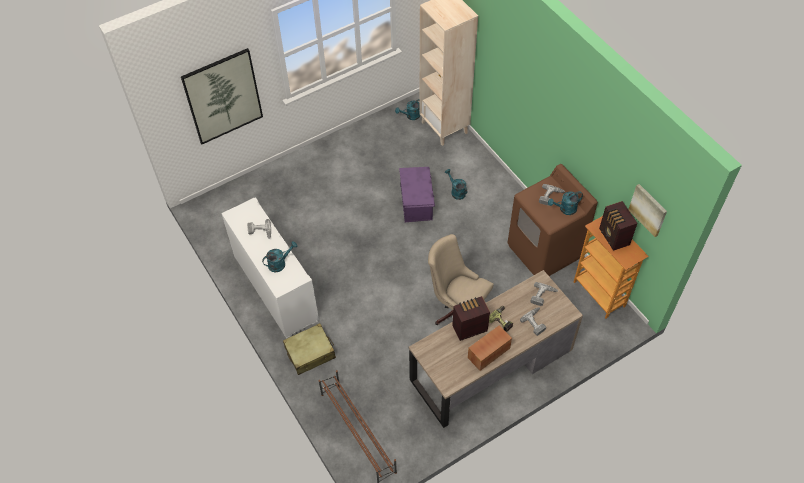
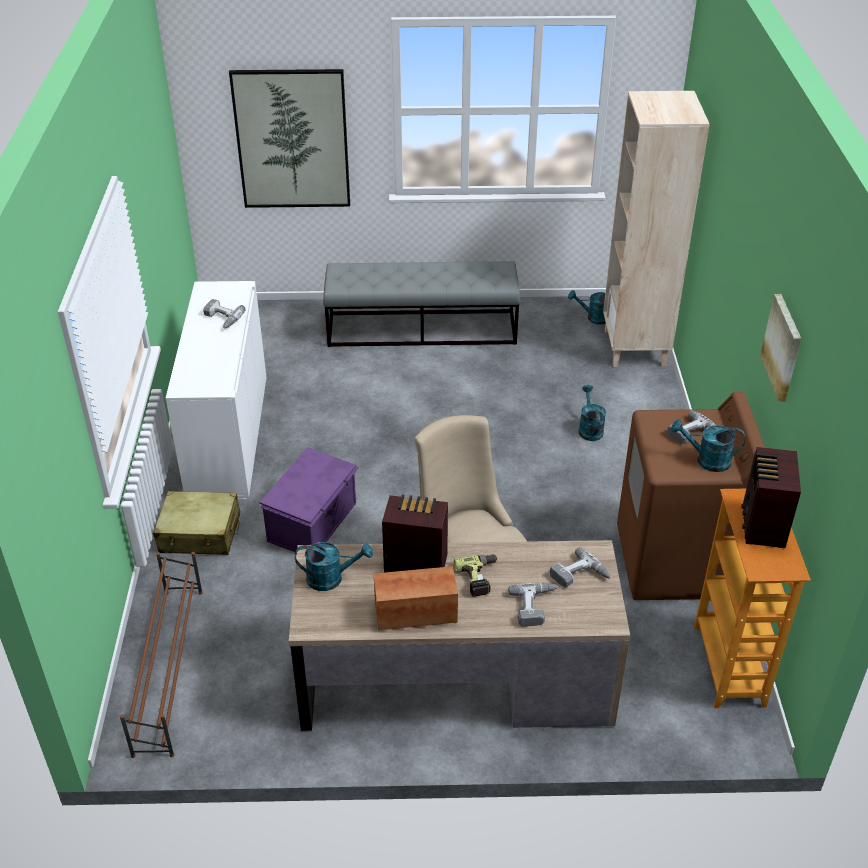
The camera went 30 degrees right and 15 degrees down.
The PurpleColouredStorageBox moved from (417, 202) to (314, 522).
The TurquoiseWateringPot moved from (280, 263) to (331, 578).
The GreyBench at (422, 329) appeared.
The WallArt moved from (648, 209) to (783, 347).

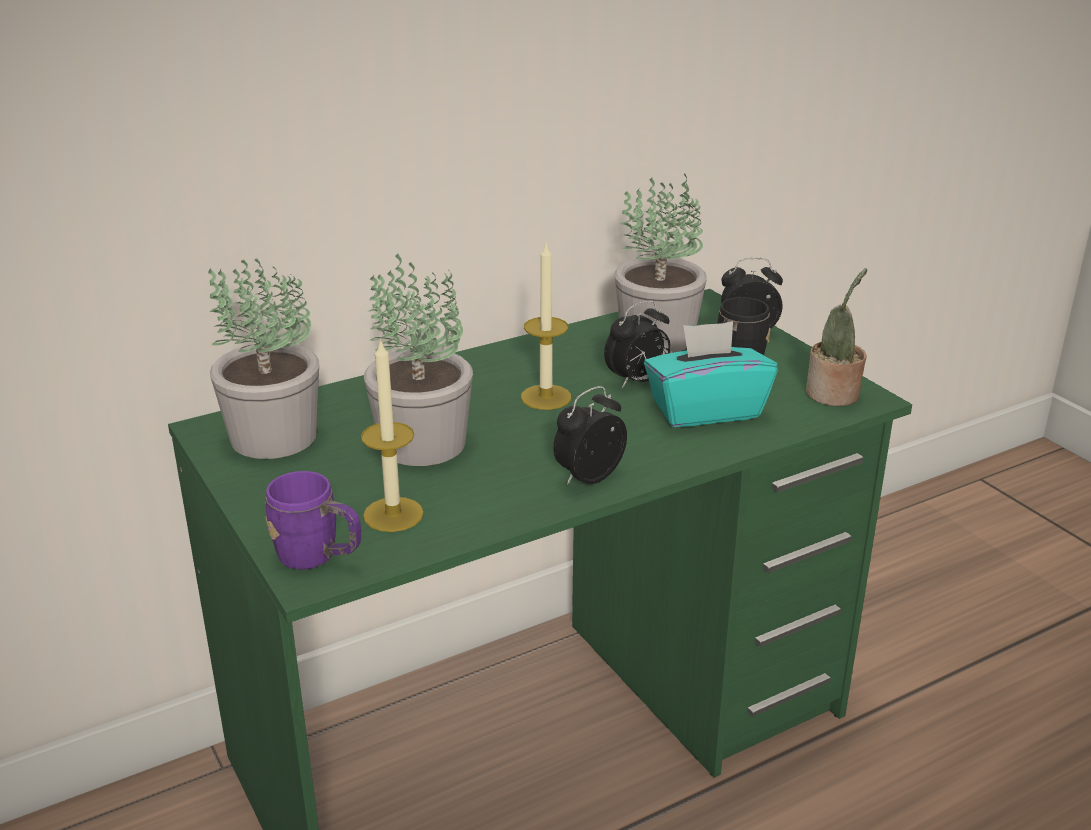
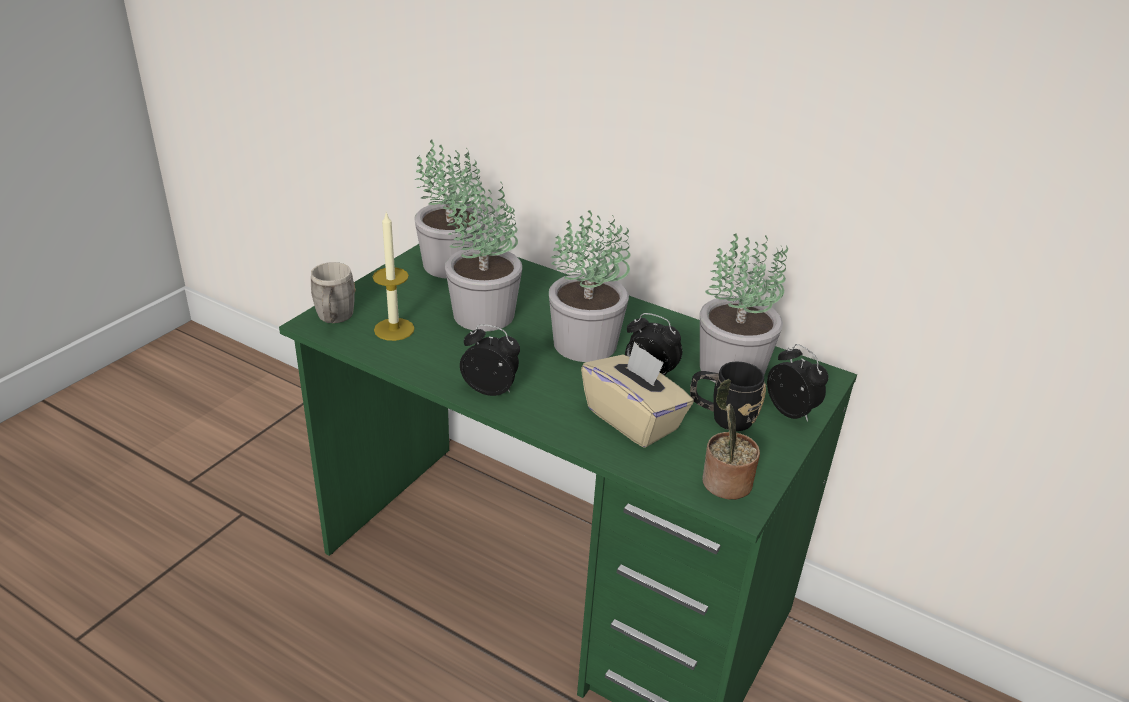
The camera went 60 degrees right and 5 degrees up.
The PurpleColouredCoffeeMug at (318, 557) became the GreyCoffeeMug at (334, 319).
The WaxCandle at (546, 397) was replaced by the Houseplant at (586, 343).
The TurquoiseBoxOfTissues at (705, 410) became the BeigeColouredBoxOfTissues at (633, 419).

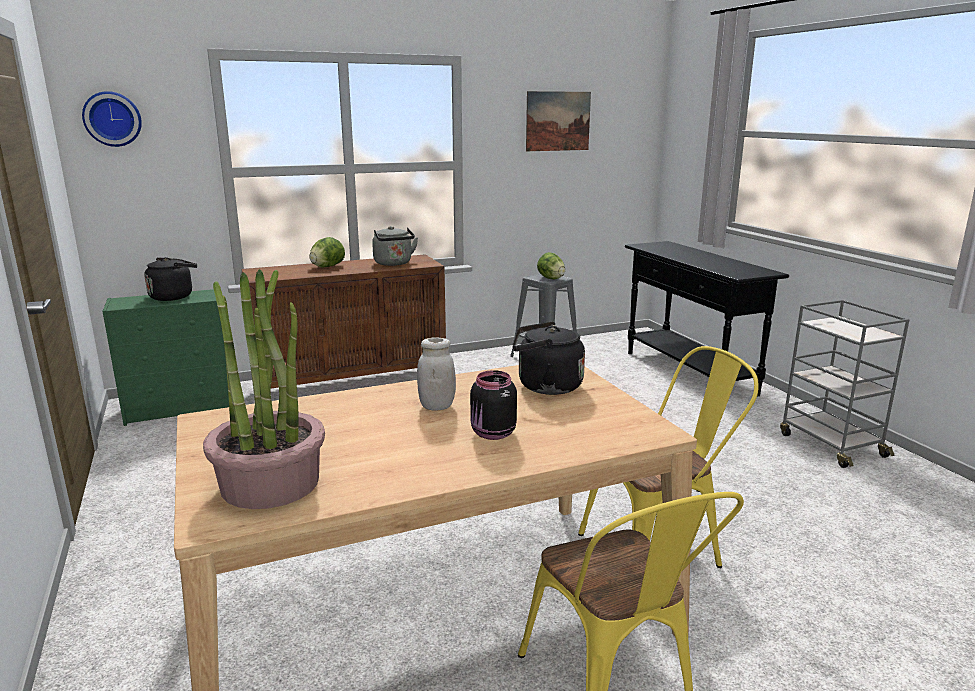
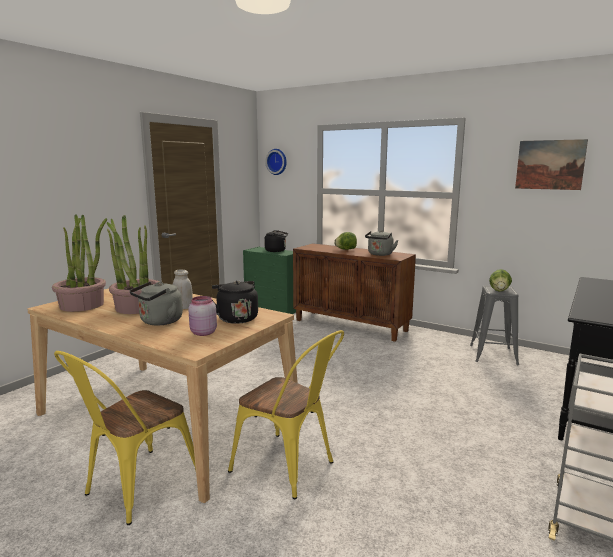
The camera went 55 degrees right and 5 degrees down.
The Houseplant at (136, 307) appeared.
The BlackJar at (492, 434) was replaced by the GreyTeaKettle at (159, 322).
The PinkColouredJar at (202, 333) appeared.

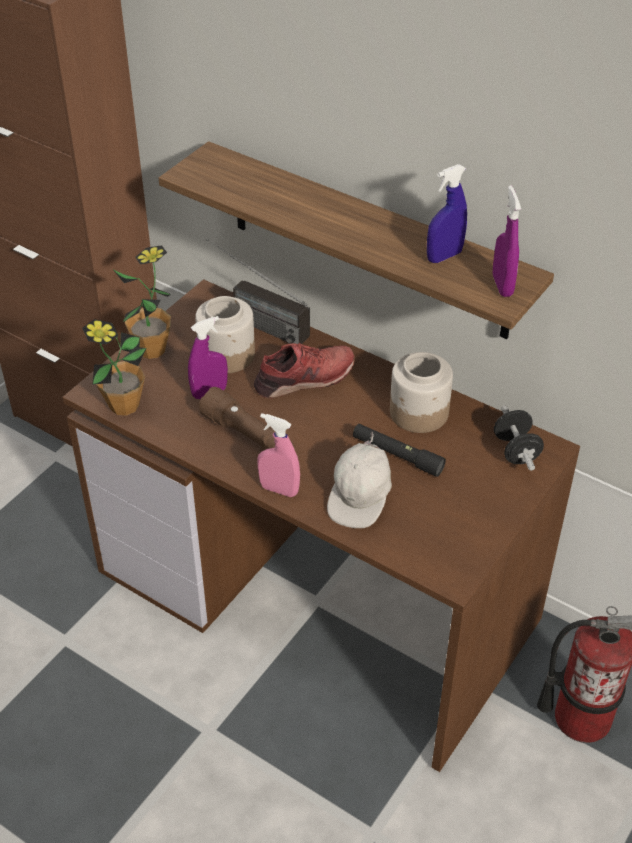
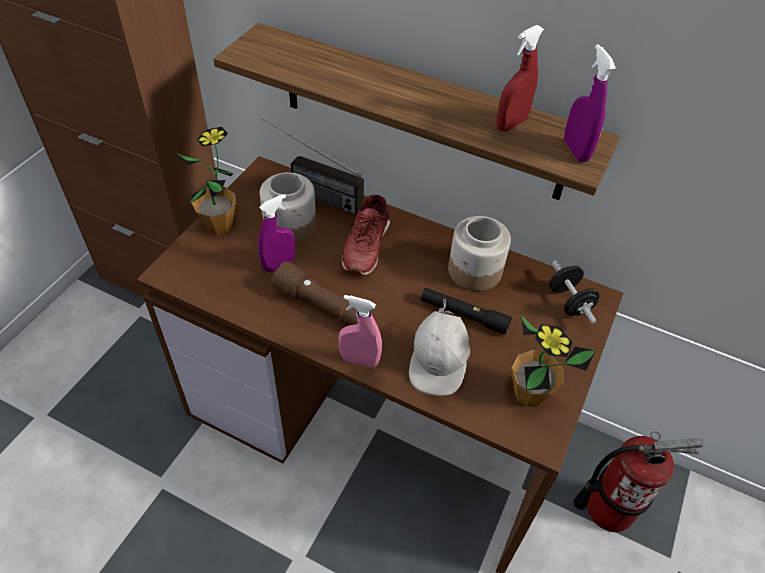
The camera went 10 degrees left and 5 degrees up.
The RedColouredShoe at (305, 379) turned 135 degrees clockwise.
The BluishHandSprayer at (444, 256) became the RedColouredHandSprayer at (511, 124).
The Houseplant moved from (124, 406) to (529, 394).

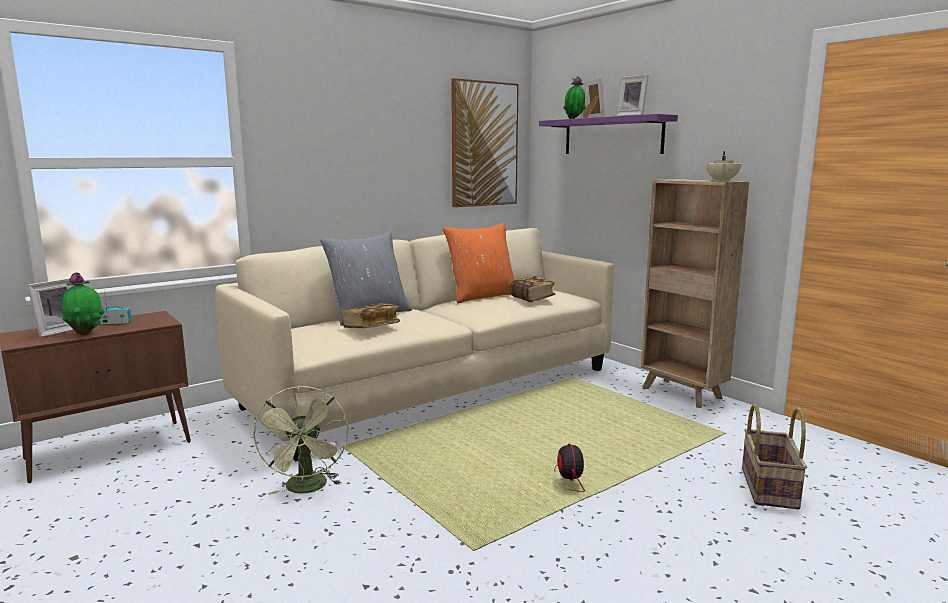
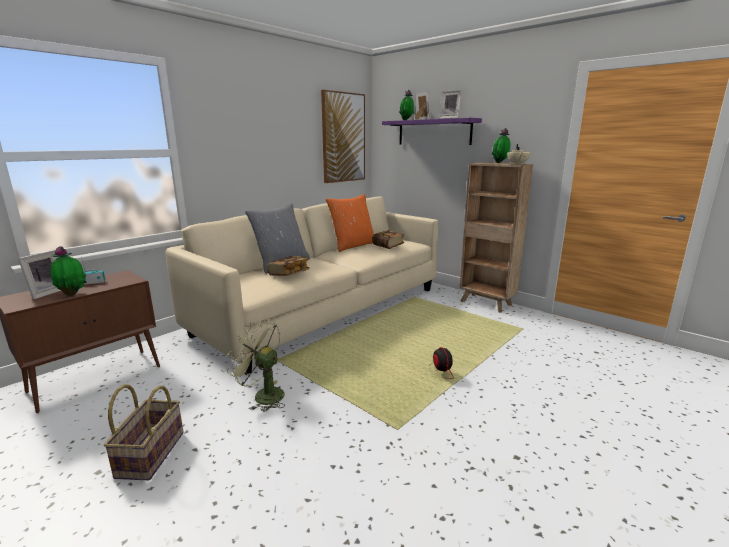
The camera went 10 degrees left and 5 degrees up.
The StorageBasket moved from (767, 487) to (150, 454).
The GreenColouredCoolingFan at (307, 489) turned 135 degrees clockwise.
The Houseplant at (499, 163) appeared.

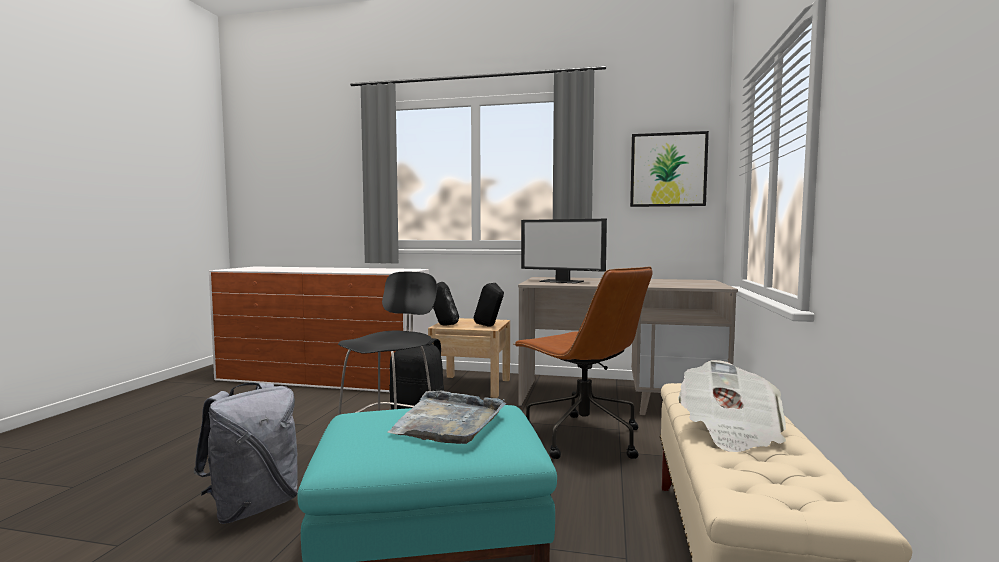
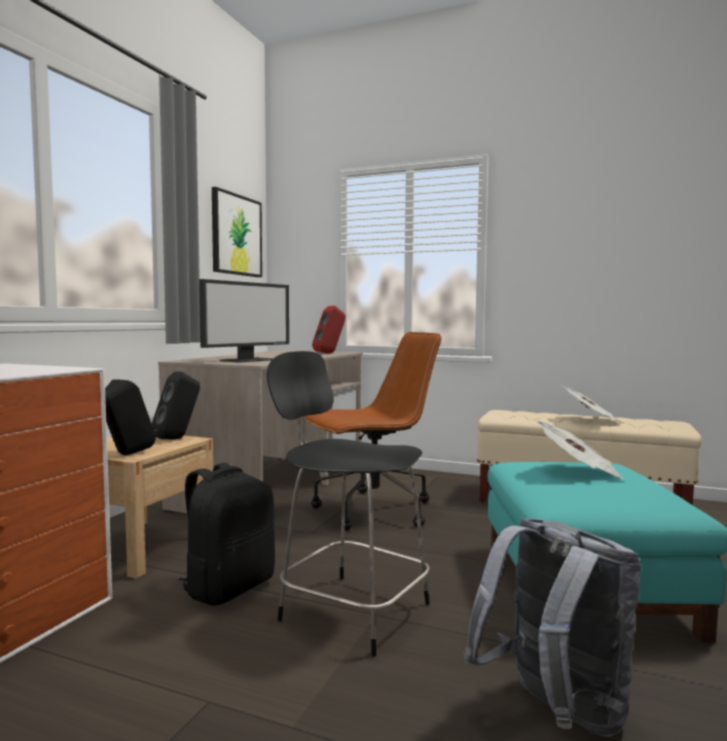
The camera went 80 degrees left and 0 degrees up.
The RedColouredSpeaker at (330, 353) appeared.
The GreyCarryingTray at (449, 421) was replaced by the Newspaper at (579, 471).

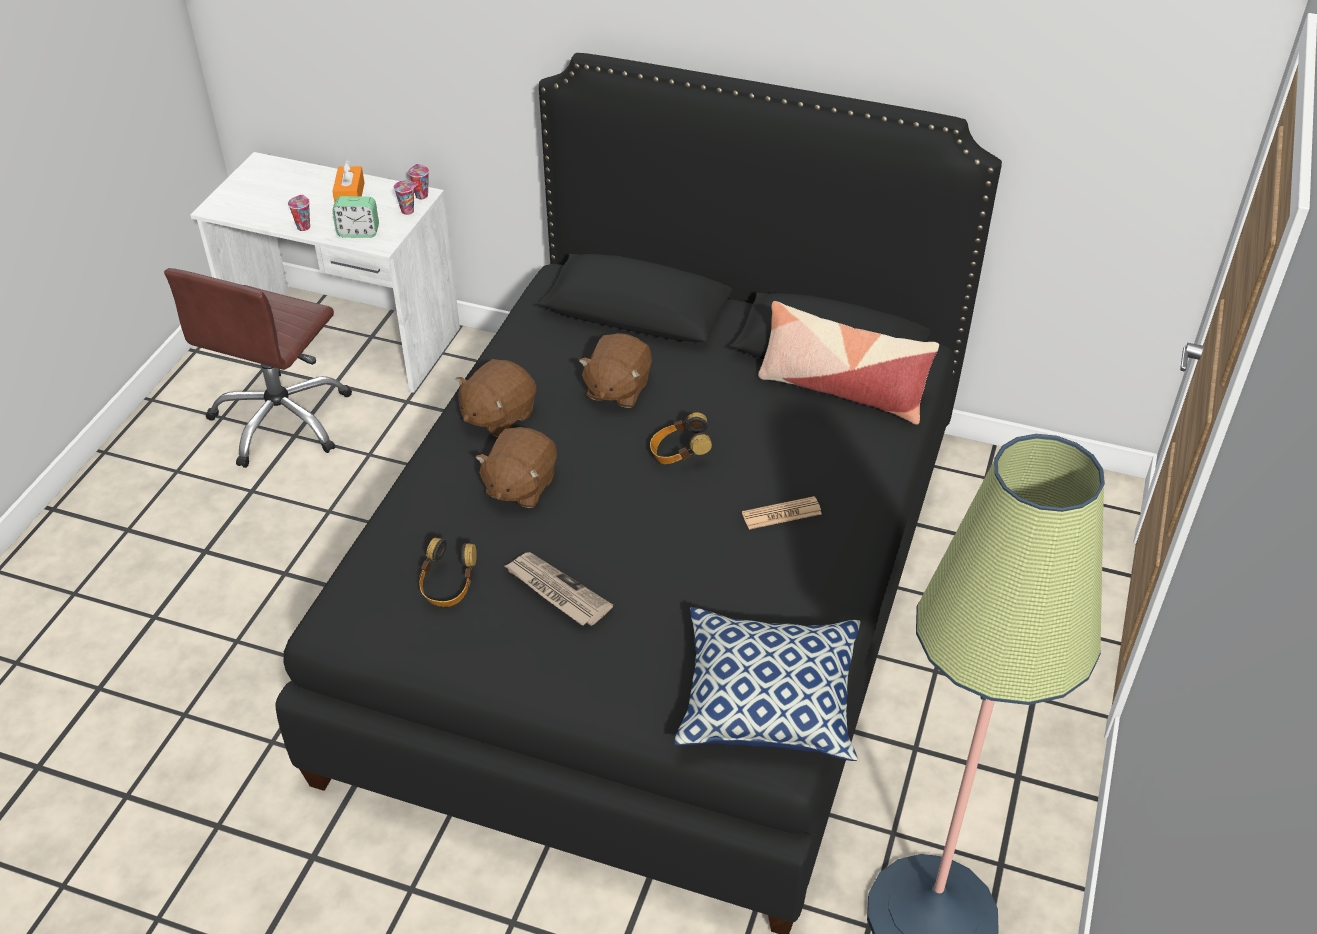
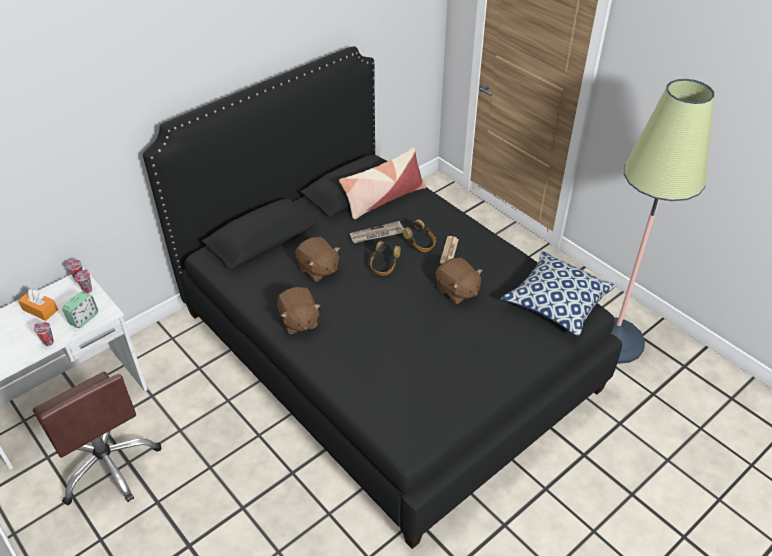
The camera went 60 degrees left and 0 degrees up.
The Newspaper moved from (556, 591) to (376, 234).
The Headphones moved from (448, 587) to (420, 244).
The BrownColouredPlushToy moved from (519, 486) to (457, 291).

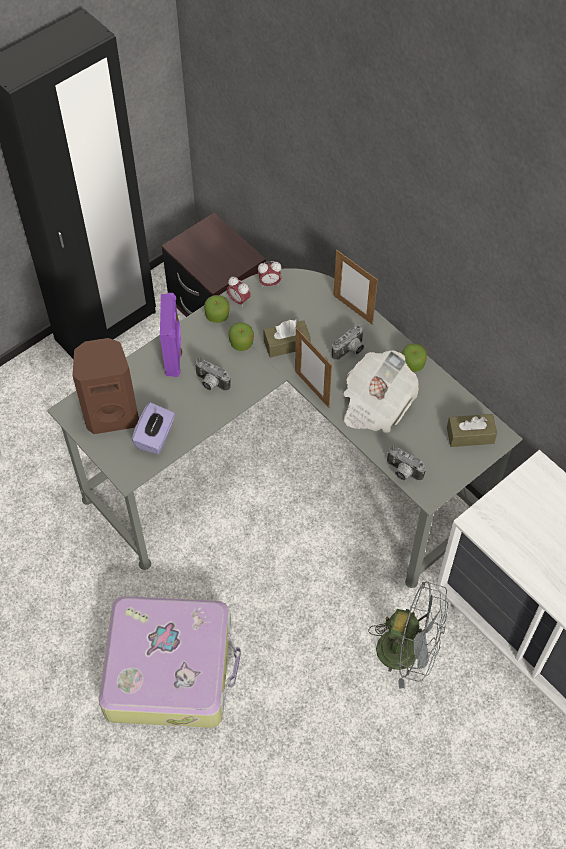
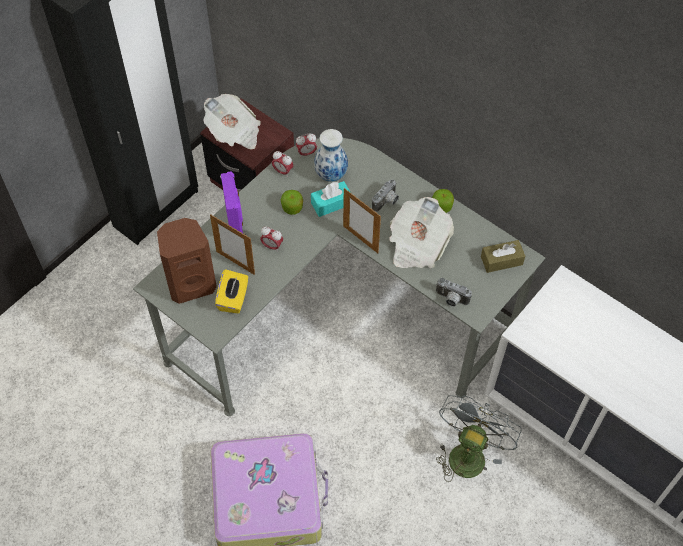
The camera went 10 degrees left and 0 degrees up.
The Newspaper at (234, 132) appeared.
The PictureFrame moved from (353, 309) to (235, 263).
The PurpleColouredBoxOfTissues at (155, 437) became the YellowBoxOfTissues at (233, 299).
The PhotoCamera at (210, 383) was replaced by the AlarmClock at (272, 246).
The BrownColouredBoxOfTissues at (286, 344) became the TurquoiseBoxOfTissues at (331, 203).
The Vase at (331, 175) appeared.
The GreyCoolingFan at (407, 651) turned 75 degrees counterclockwise.
The AppleFruit at (217, 316) disappeared.

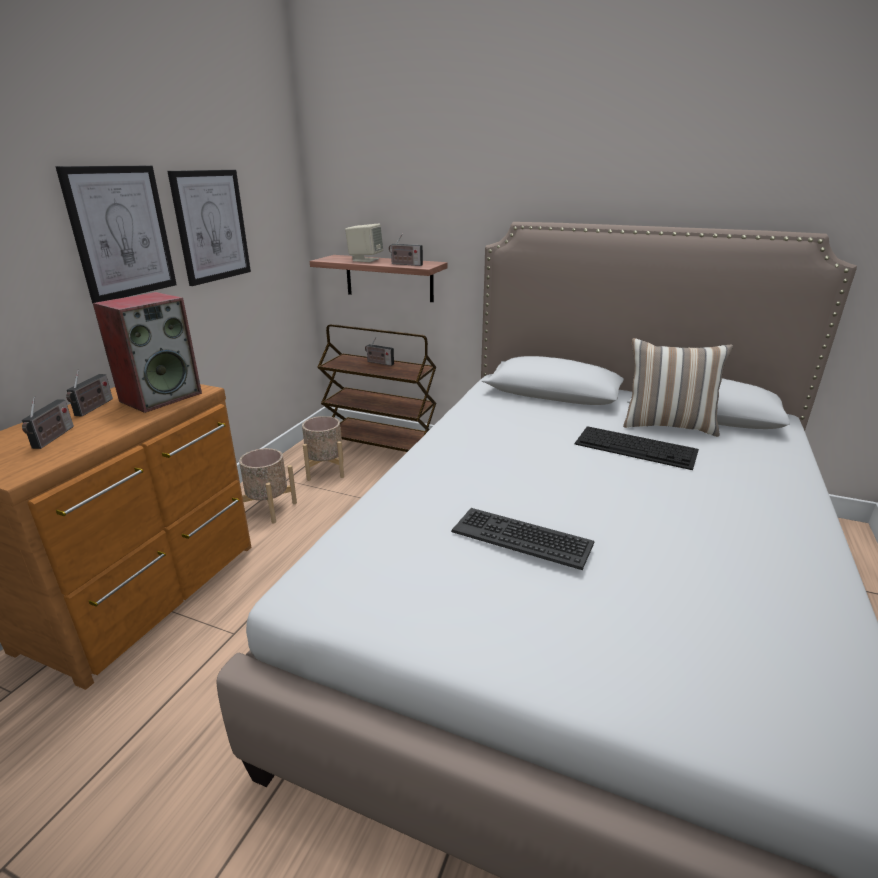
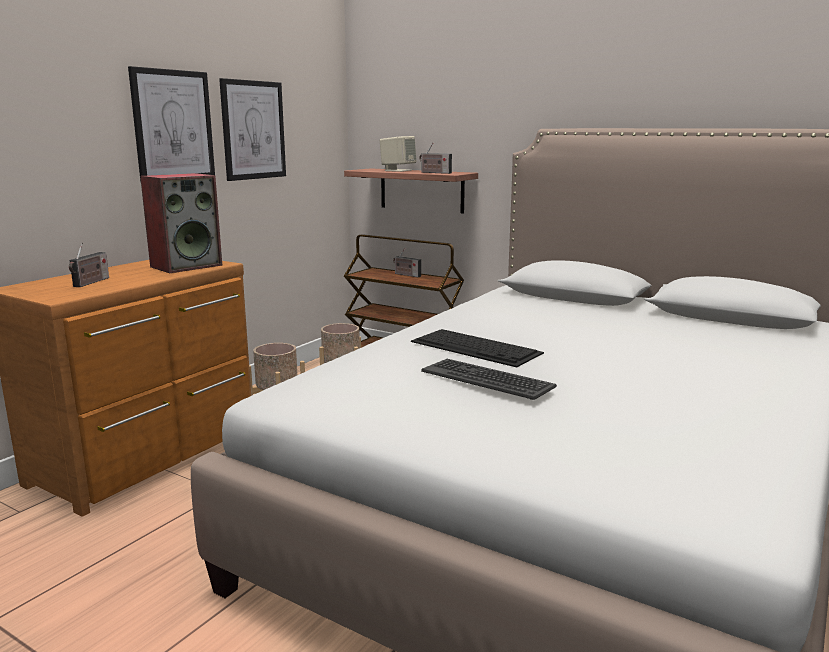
The camera went 10 degrees right and 10 degrees down.
The PcKeyboard moved from (637, 447) to (477, 347).
The RadioSet at (93, 408) disappeared.
The Cushion at (668, 425) disappeared.

